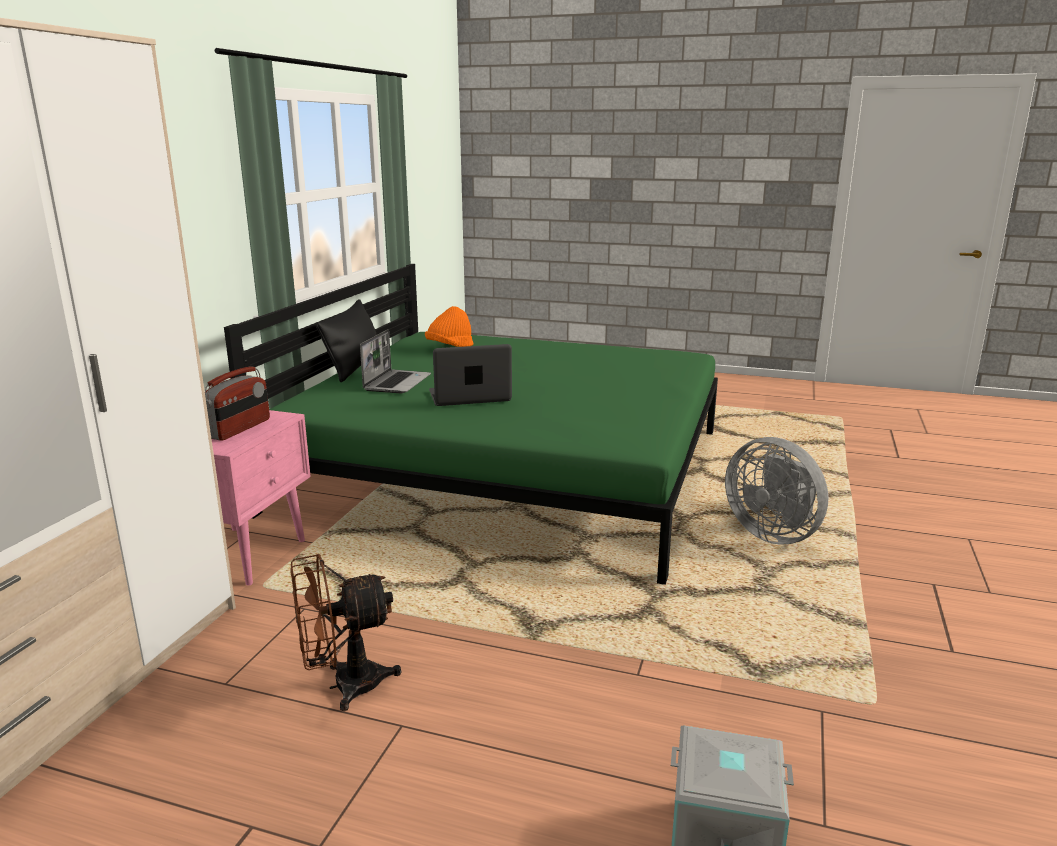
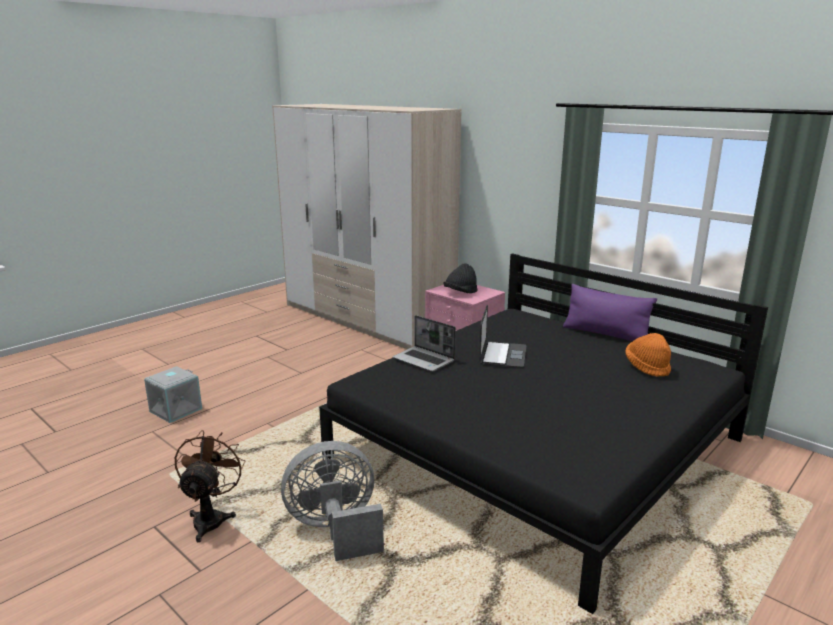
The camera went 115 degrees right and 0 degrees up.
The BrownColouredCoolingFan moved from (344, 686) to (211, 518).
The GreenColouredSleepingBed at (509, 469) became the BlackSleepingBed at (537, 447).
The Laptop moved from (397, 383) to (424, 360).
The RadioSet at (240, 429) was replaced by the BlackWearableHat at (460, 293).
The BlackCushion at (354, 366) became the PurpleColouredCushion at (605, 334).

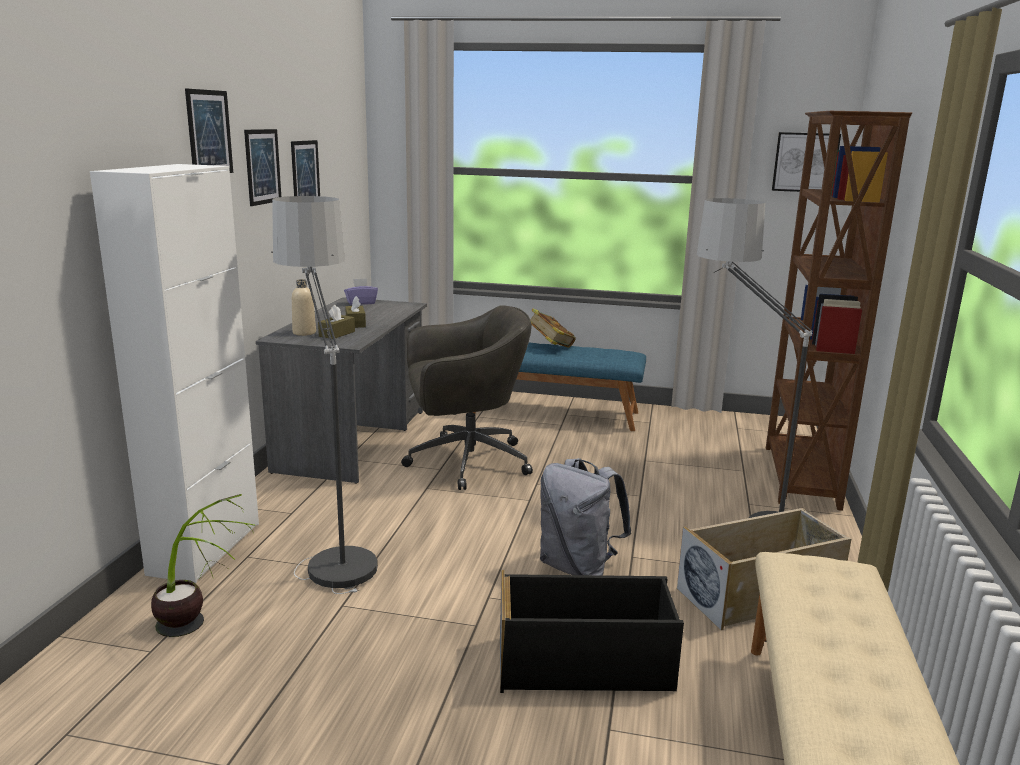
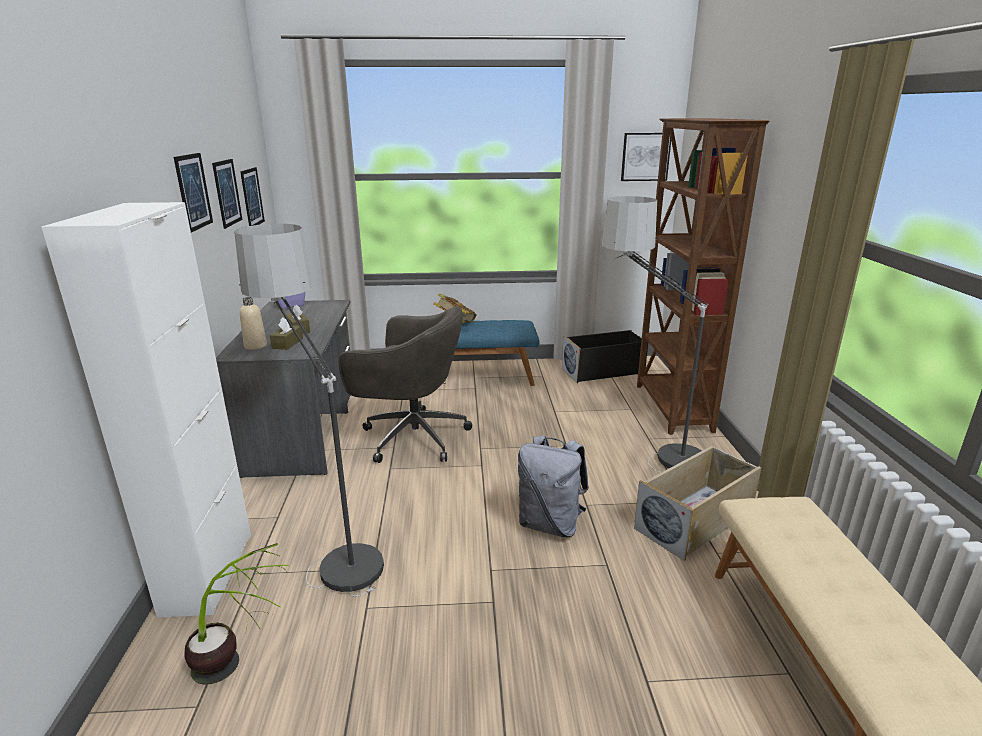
The camera went 15 degrees left and 5 degrees up.
The WallArt moved from (209, 132) to (252, 197).
The GreyOfficeChair at (465, 462) turned 45 degrees clockwise.
The BlackStorageBox moved from (585, 664) to (603, 371).

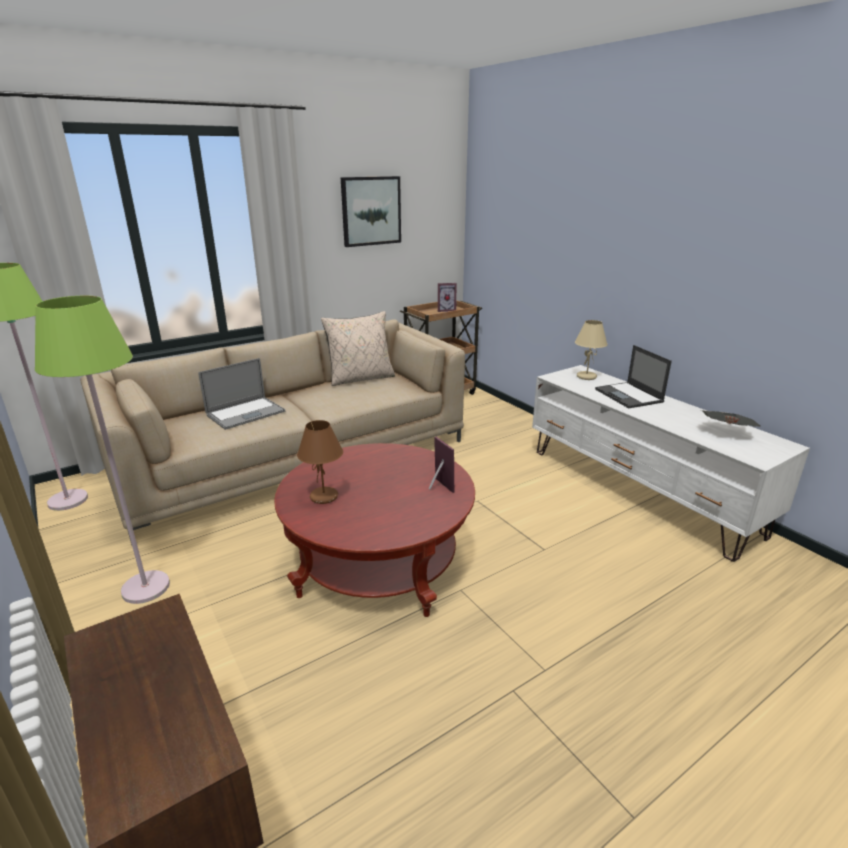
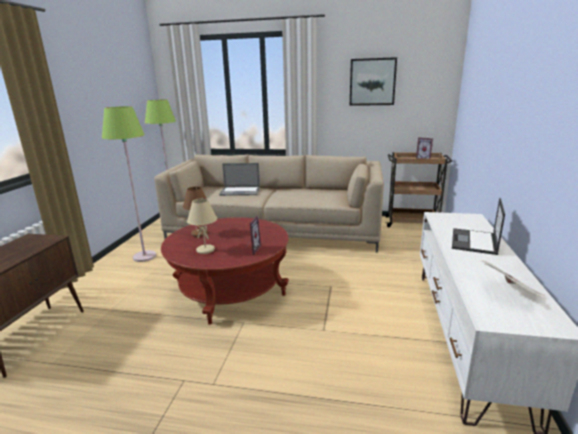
The camera went 45 degrees right and 5 degrees down.
The BeigeColouredLampForATable moved from (586, 376) to (206, 250).
The BeigeColouredCushion at (361, 378) disappeared.

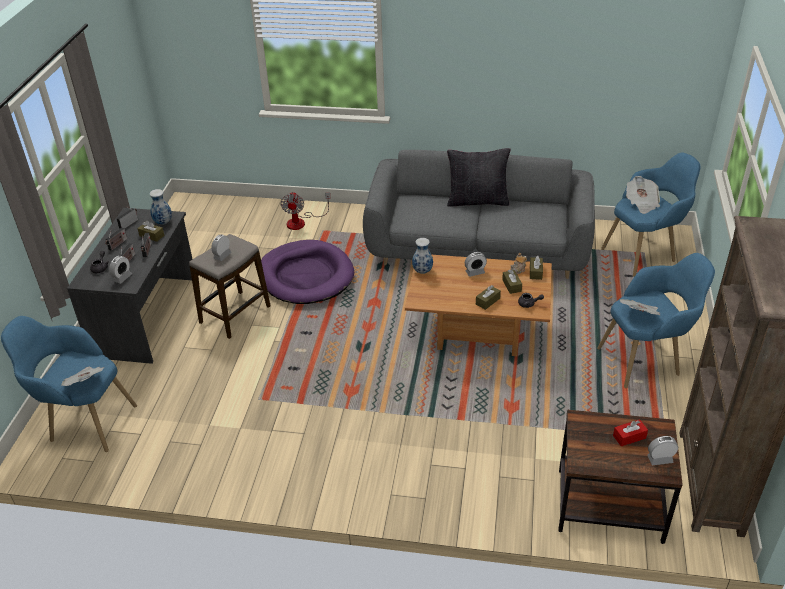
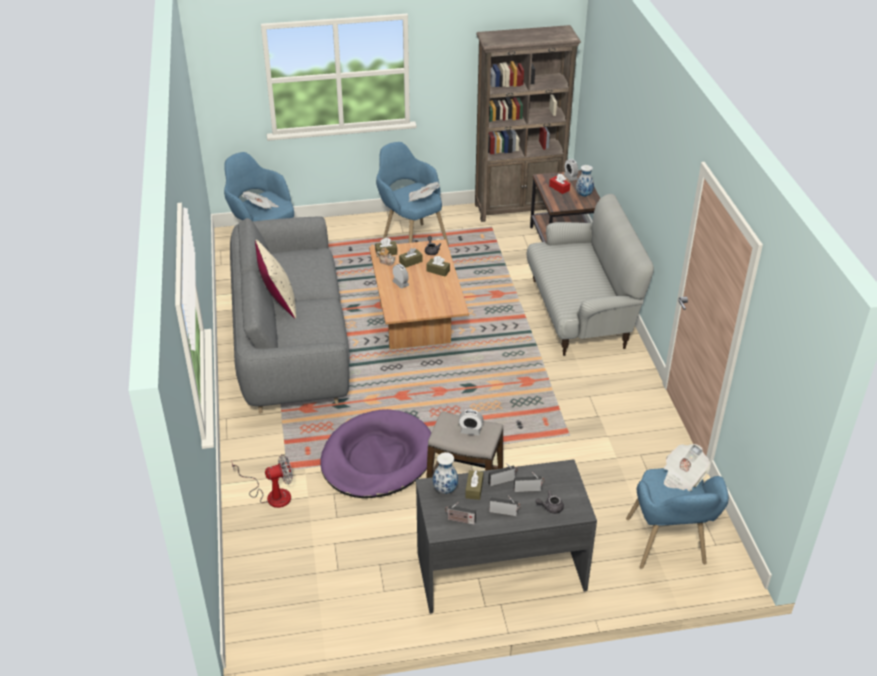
The camera went 110 degrees left and 0 degrees up.
The BlackCushion at (477, 201) became the BeigeColouredCushion at (278, 302).
The Settee at (581, 313) appeared.
The Vase moved from (423, 271) to (584, 195).
The AlarmClock at (122, 277) disappeared.

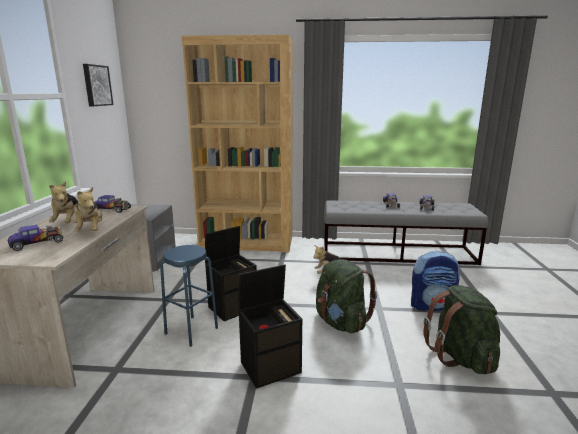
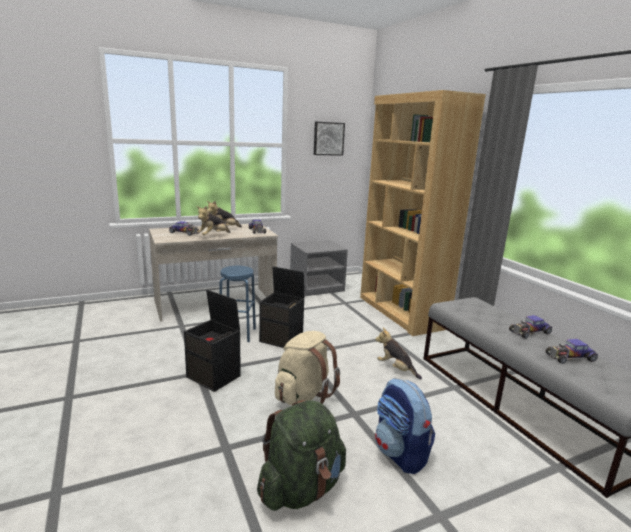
The camera went 60 degrees right and 0 degrees up.
The GreenColouredRucksack at (341, 322) became the BeigeColouredRucksack at (304, 395).

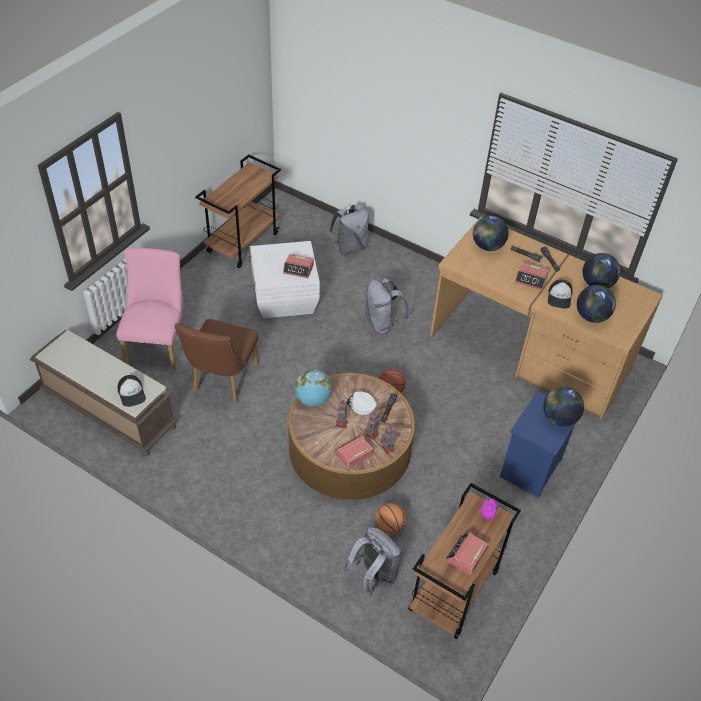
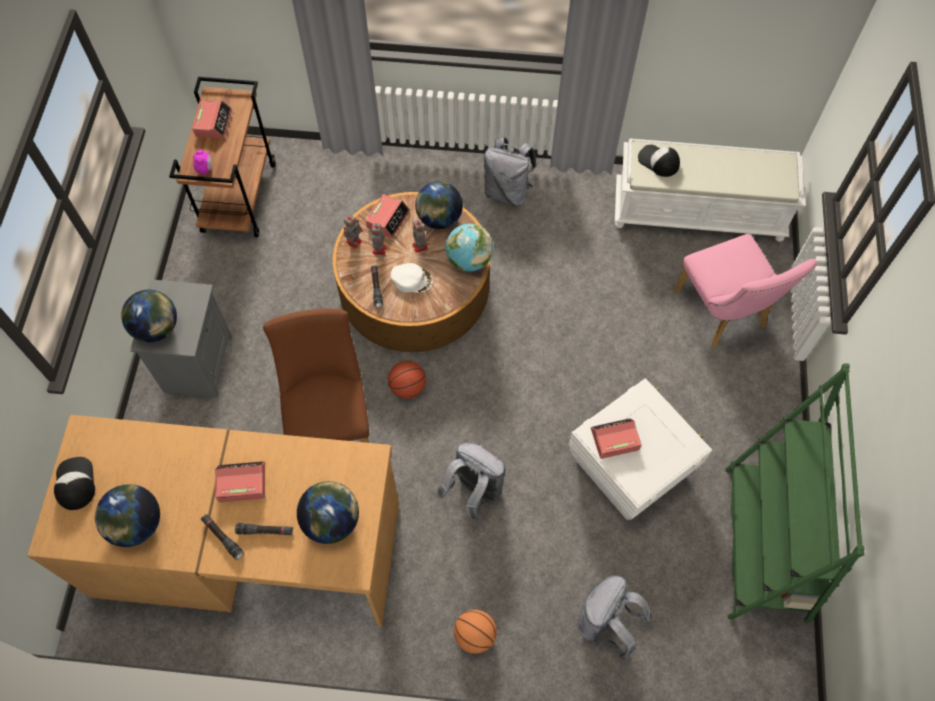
The camera went 155 degrees right and 15 degrees up.
The BaseballCap moved from (559, 297) to (75, 483).
The BluishNightTable at (531, 469) became the GreyNightTable at (197, 362).
The BrownColouredChair moved from (222, 381) to (330, 420).
The DeskGlobe moved from (591, 316) to (439, 218).
The BasketballBall moved from (389, 527) to (475, 635).
The GreyRucksack moved from (373, 576) to (507, 191).
The BrownColouredBench at (108, 410) became the WhiteColouredBench at (699, 211).
The BrownColouredWheeledCart at (243, 242) was replaced by the GreenColouredShelvingUnit at (765, 543).

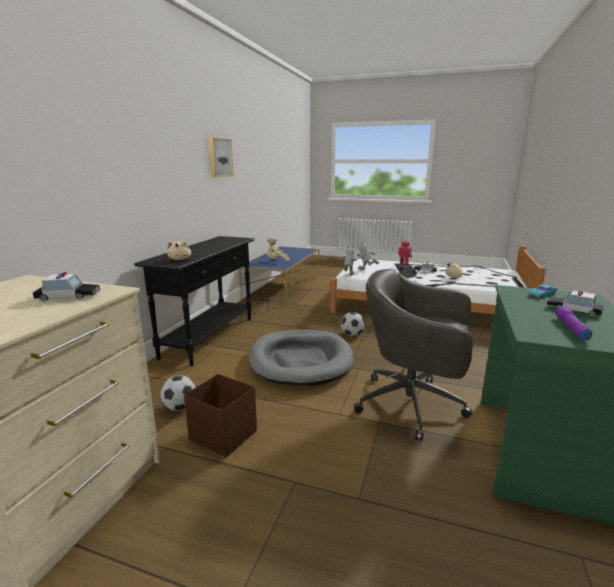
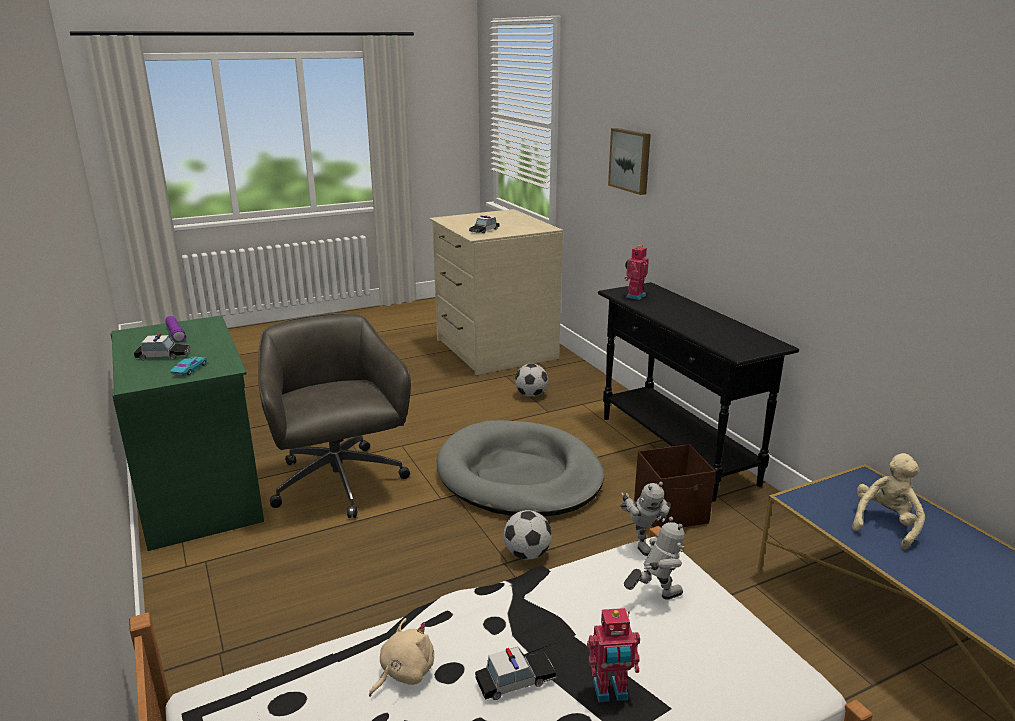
The camera went 135 degrees right and 5 degrees up.
The GreyOfficeChair at (413, 405) turned 90 degrees counterclockwise.
The WallArt moved from (219, 158) to (631, 160).
The BeigeColouredPlushToy at (180, 259) was replaced by the RobotFigure at (634, 296).
The BrownColouredStorageBox moved from (223, 435) to (671, 512).

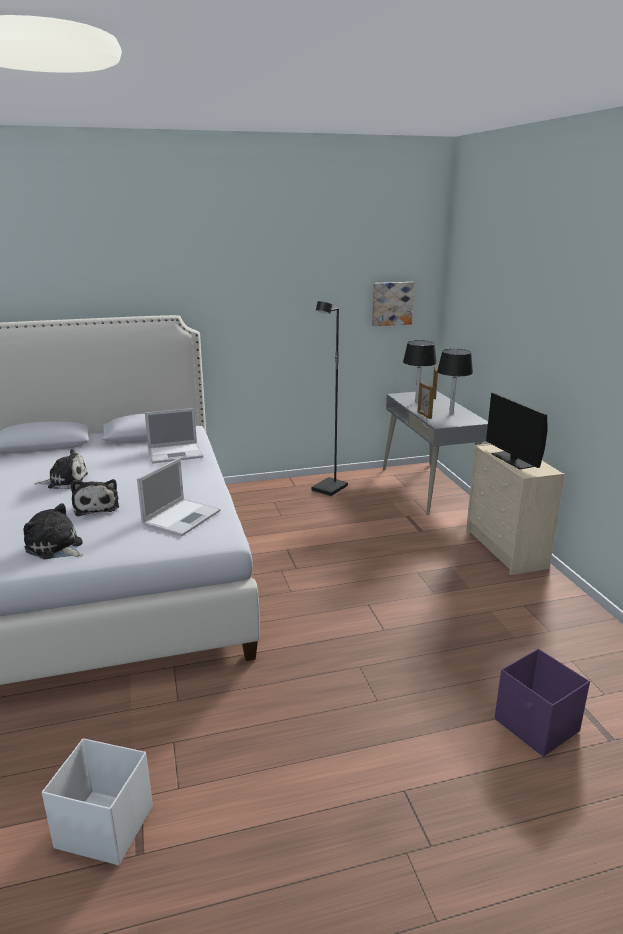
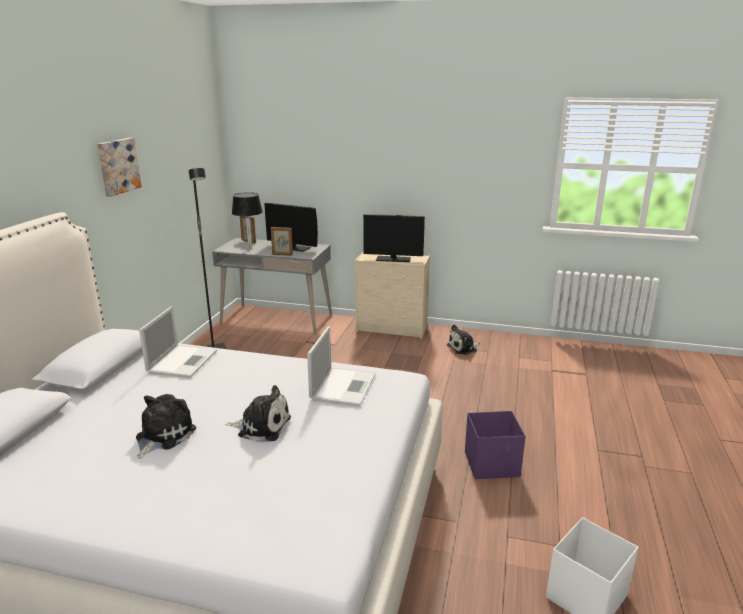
The camera went 60 degrees left and 0 degrees up.
The WallArt moved from (392, 303) to (117, 166).
The BlackLampForATable at (451, 413) was replaced by the ComputerScreen at (293, 247).
The Laptop at (182, 517) turned 45 degrees clockwise.
The PlushToy moved from (56, 547) to (463, 348).
The PurpleColouredStorageBox moved from (537, 726) to (492, 465).

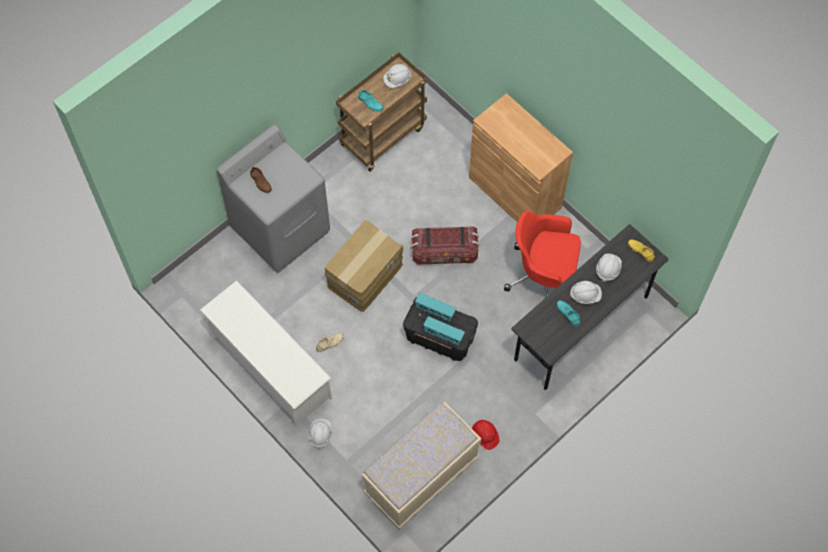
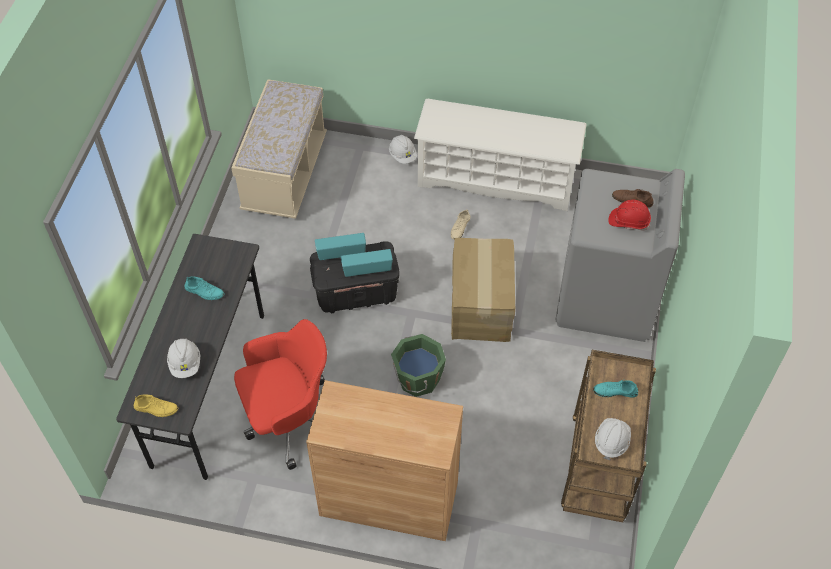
The camera went 145 degrees right and 10 degrees down.
The StorageBox at (444, 252) was replaced by the GreenColouredPail at (417, 379).
The RedColouredHardHat moved from (485, 436) to (628, 221).
The WhiteColouredHardHat at (585, 295) disappeared.

